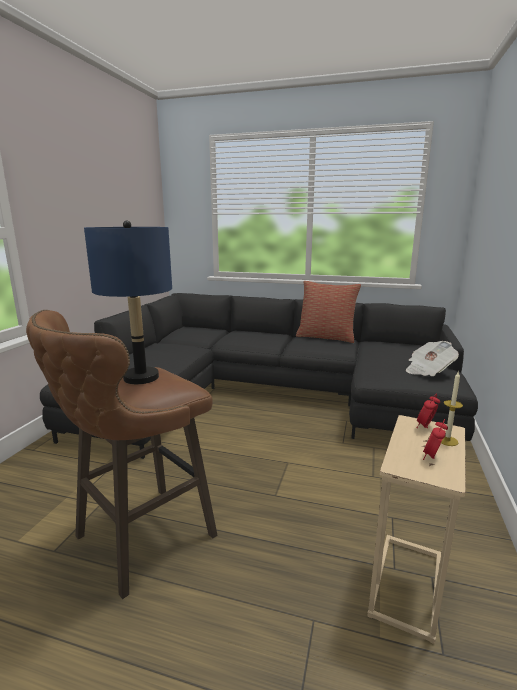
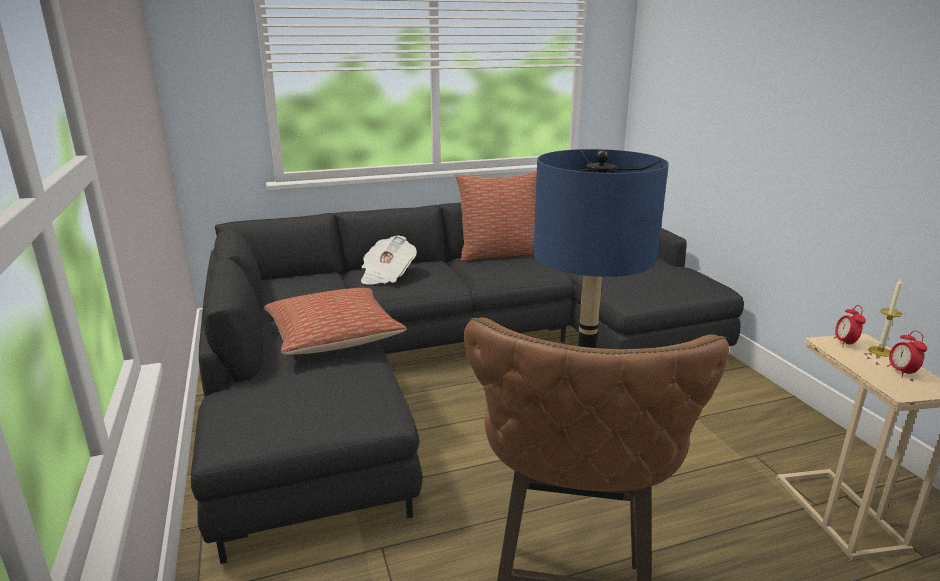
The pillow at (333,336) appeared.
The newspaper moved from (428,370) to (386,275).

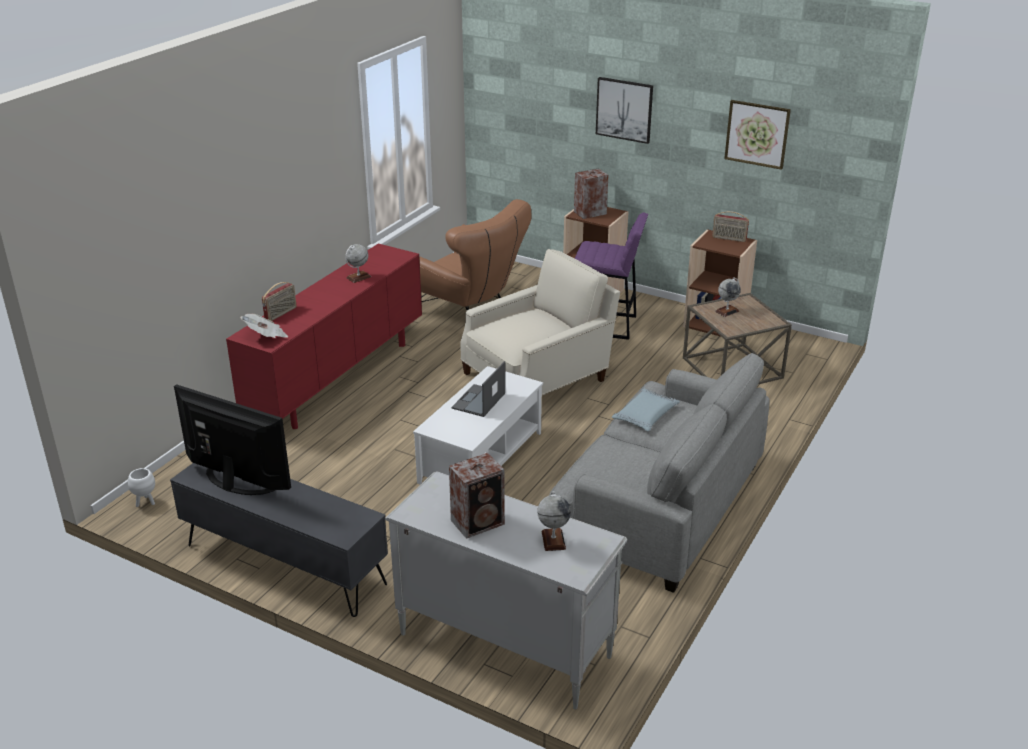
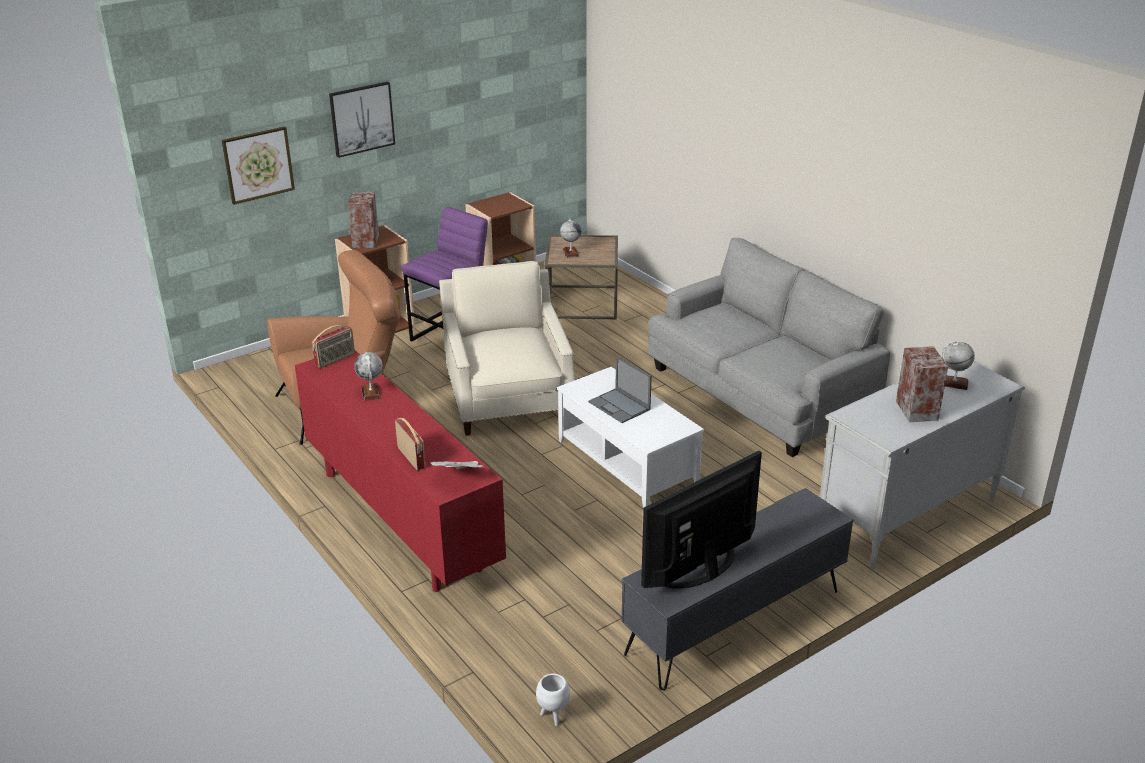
The picture moved from (757,134) to (258,164).
The radio moved from (729,239) to (335,360).
The blue pillow at (645,414) disappeared.

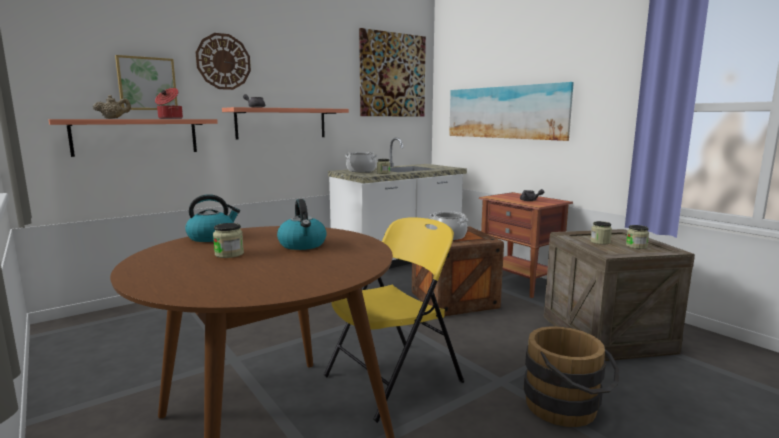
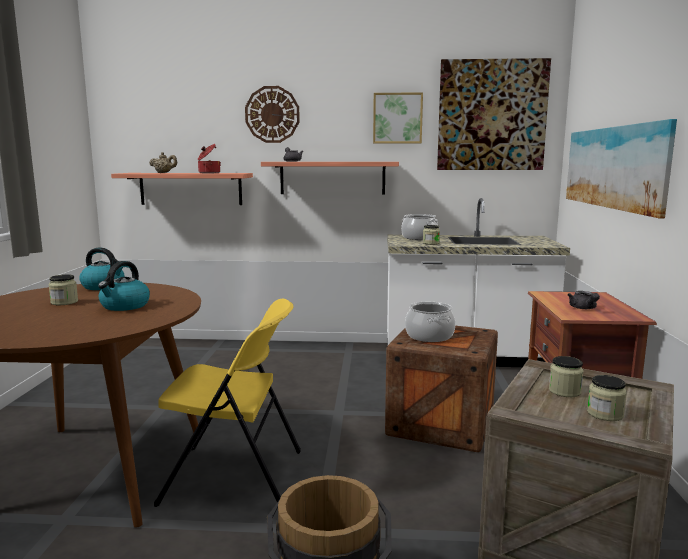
The picture moved from (147,84) to (397,118).

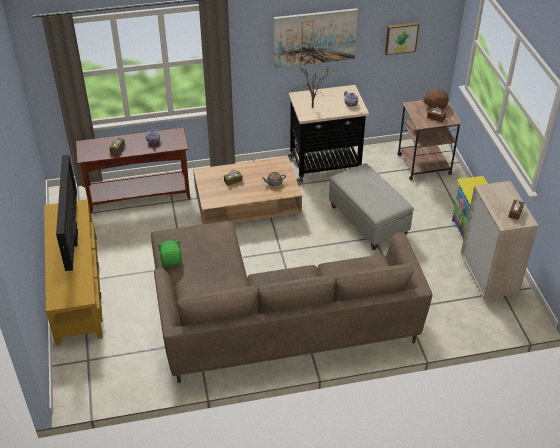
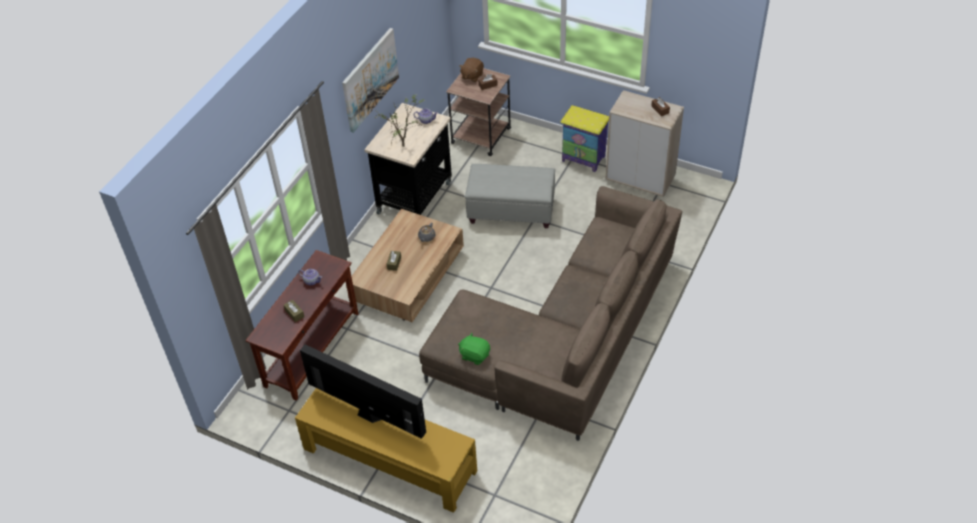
The picture at (401,37) disappeared.

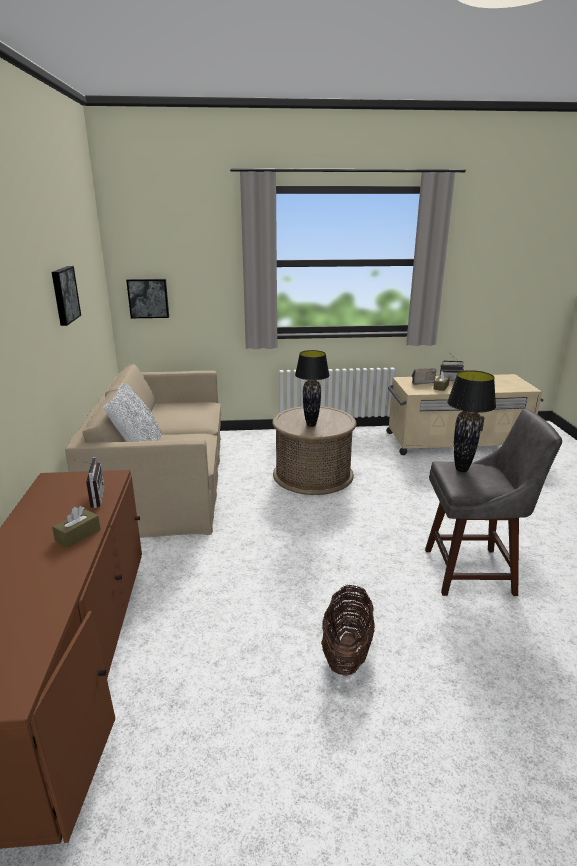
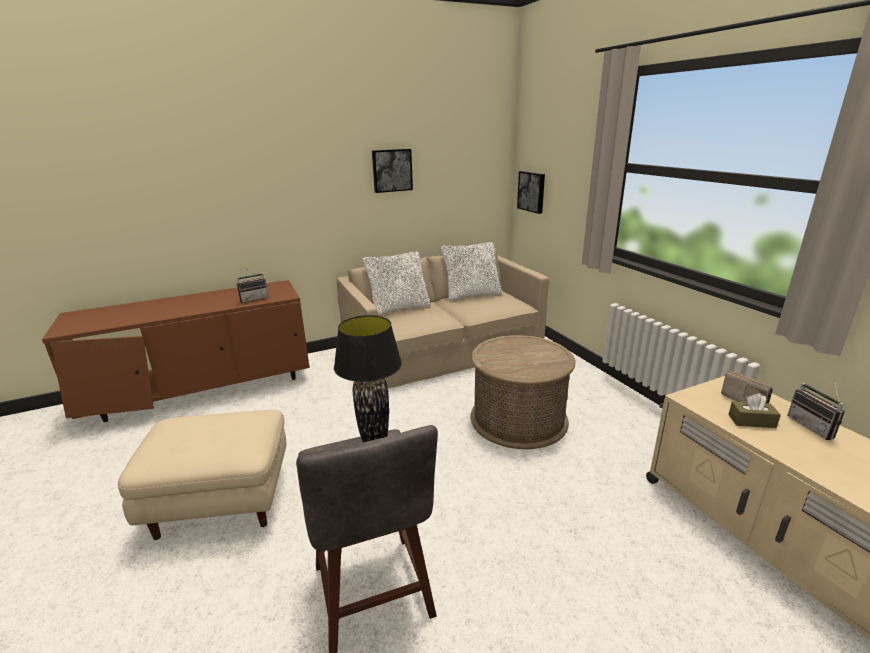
The basket at (346,651) was replaced by the beige ottoman at (223,503).
The white pillow at (471,294) appeared.
The brown tissue box at (78,535) disappeared.
The black table lamp at (311,425) disappeared.

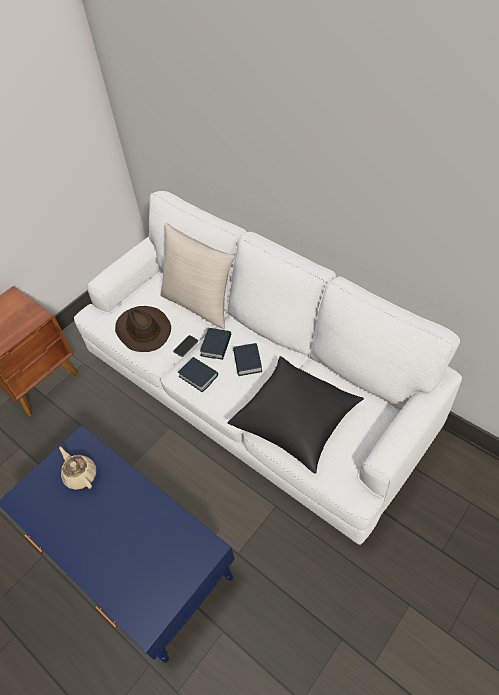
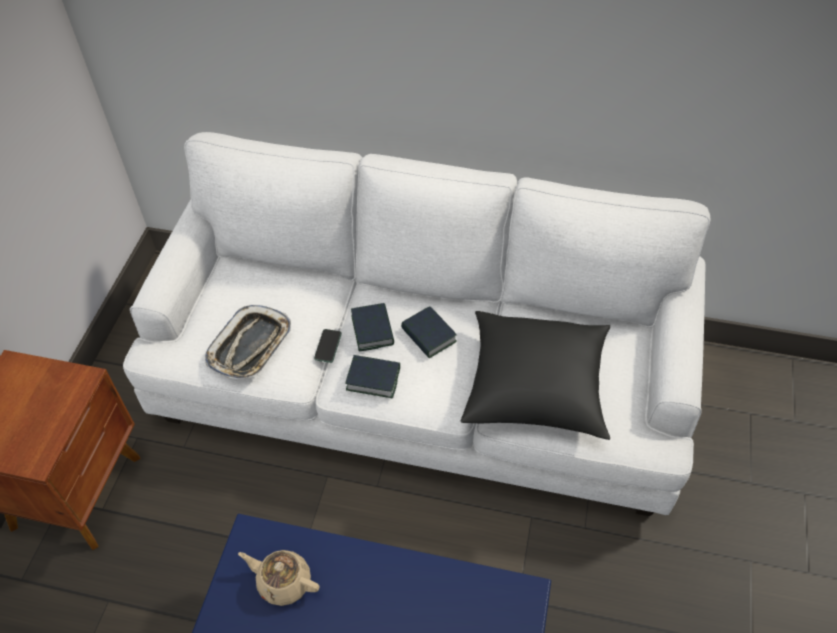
The brown hat at (143,330) was replaced by the tray at (250,346).
The beige pillow at (200,304) disappeared.

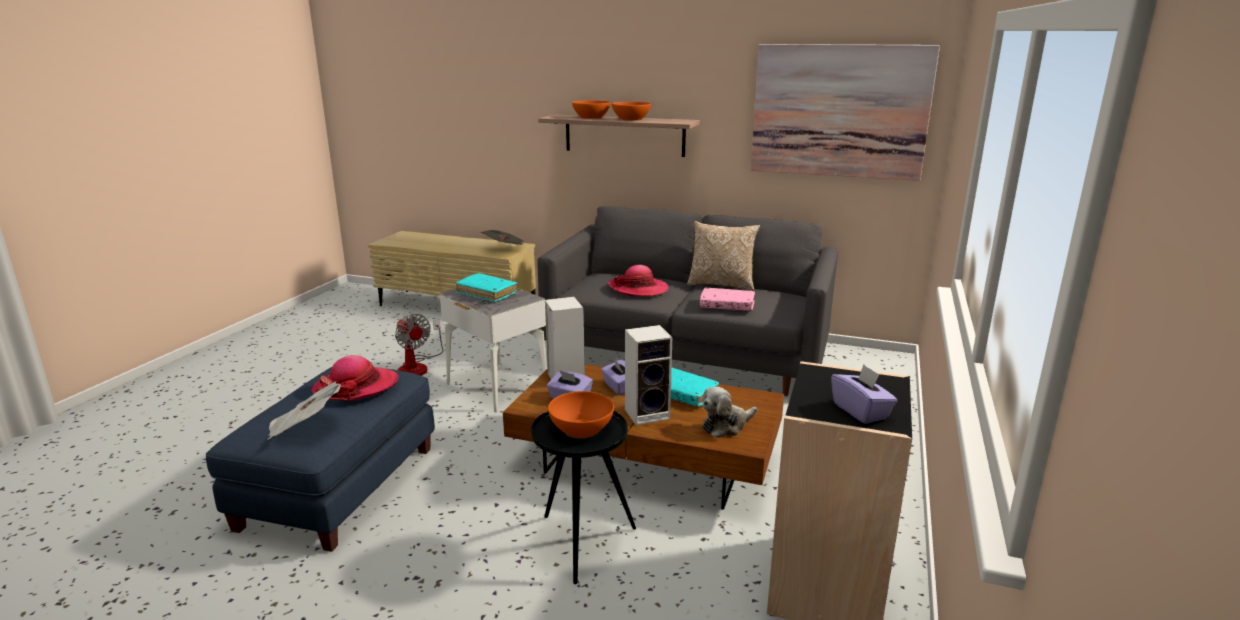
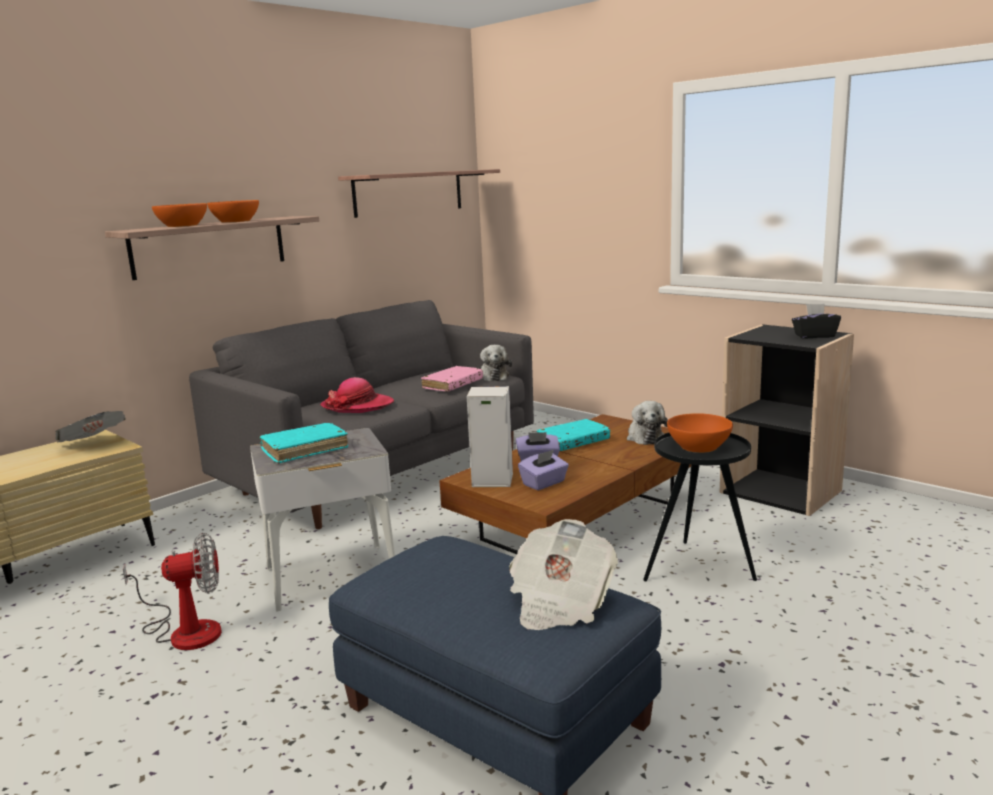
The picture at (839,111) was replaced by the shelf at (409,193).
The plush toy at (493,376) appeared.
The purple tissue box at (860,411) became the black tissue box at (814,336).
The hat at (356,387) disappeared.
The speaker at (648,413) disappeared.
The pillow at (721,284) disappeared.

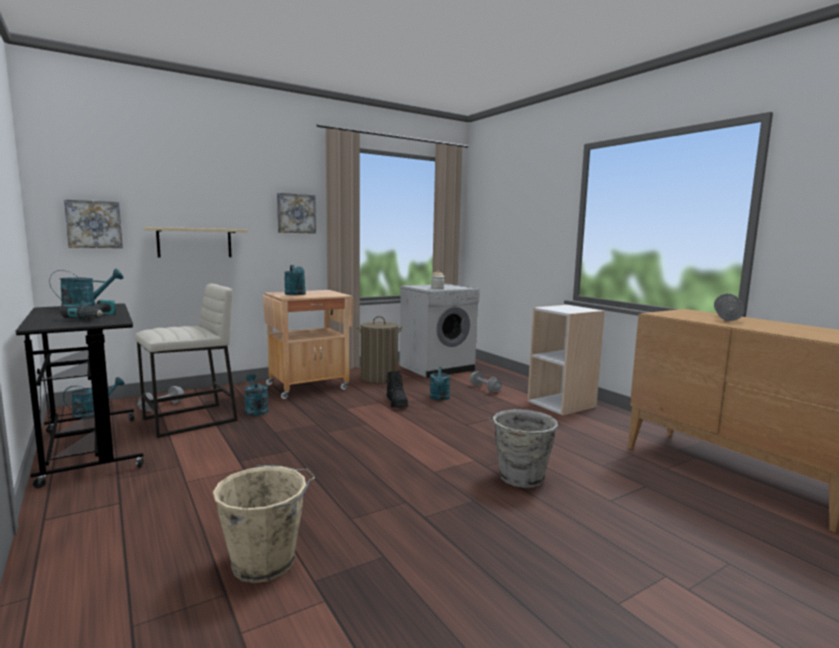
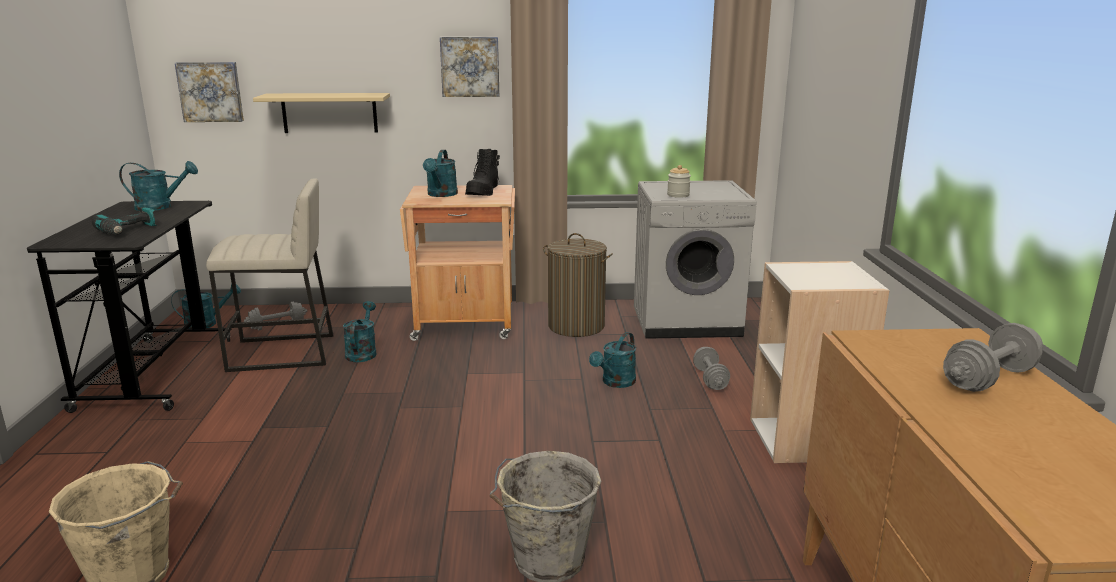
The black boot moved from (397,403) to (483,192).

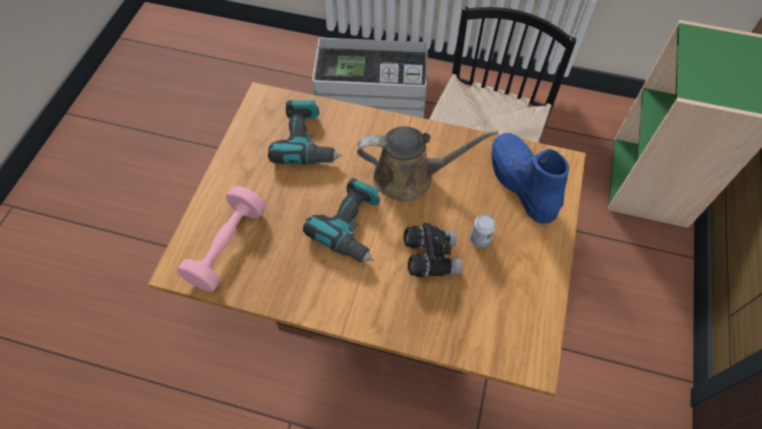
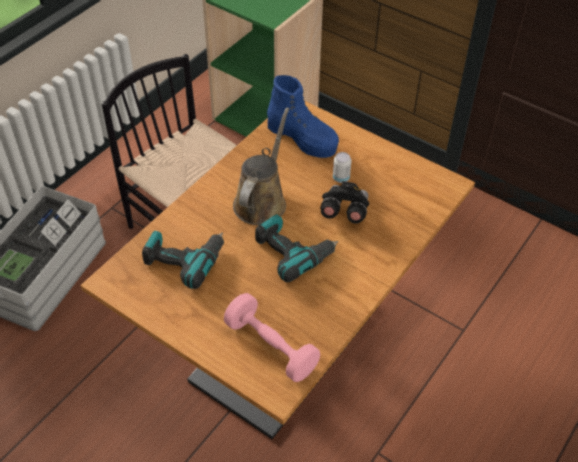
The blue boot at (521,183) turned 135 degrees counterclockwise.

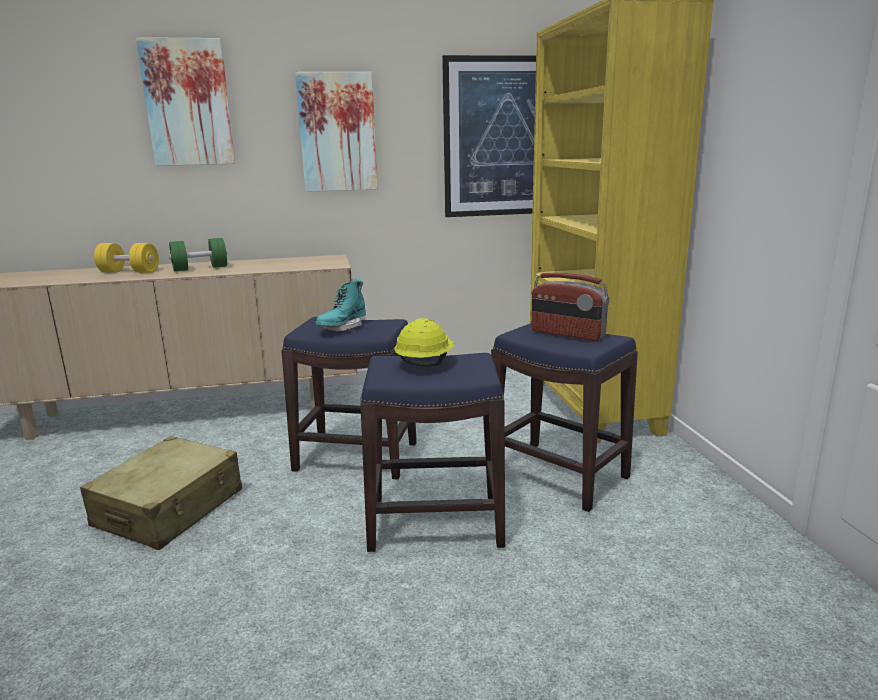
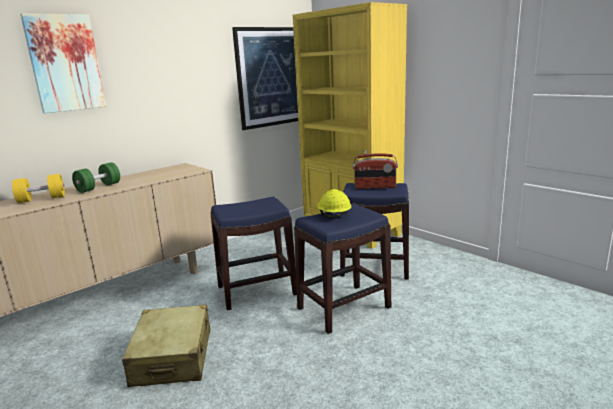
The picture at (337,132) disappeared.
The turquoise boot at (342,328) disappeared.

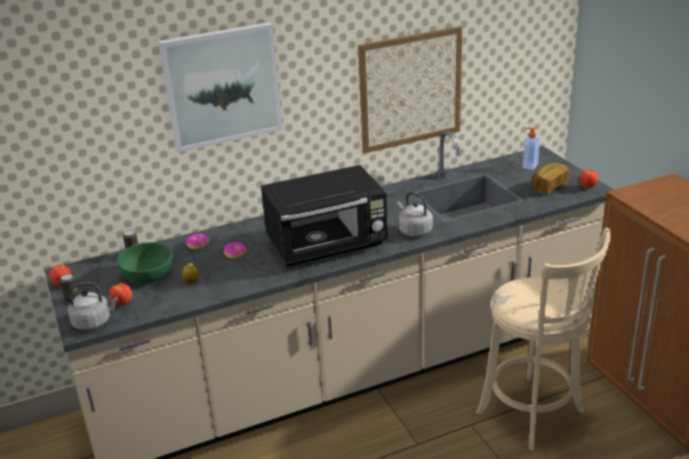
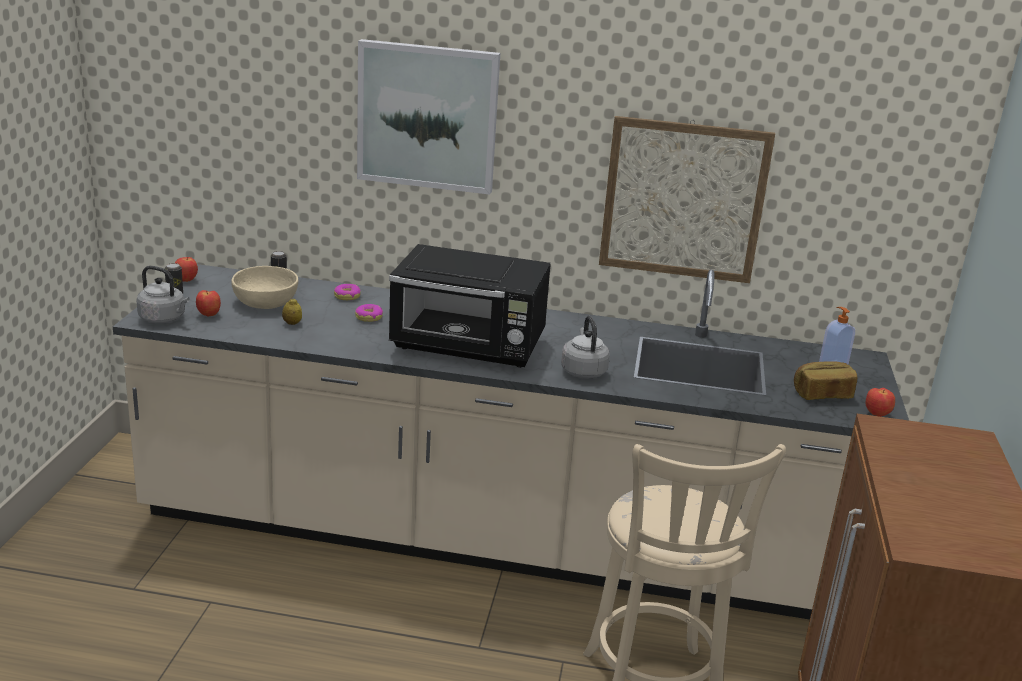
The green bowl at (148,275) became the beige bowl at (266,302).

